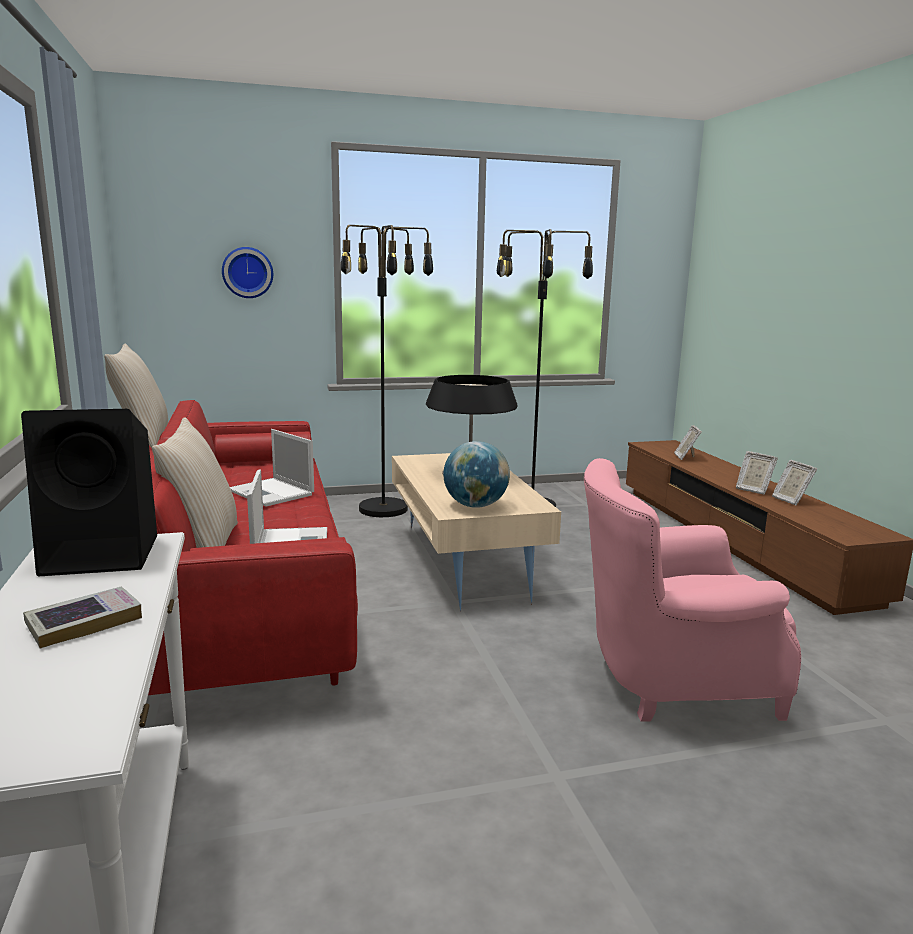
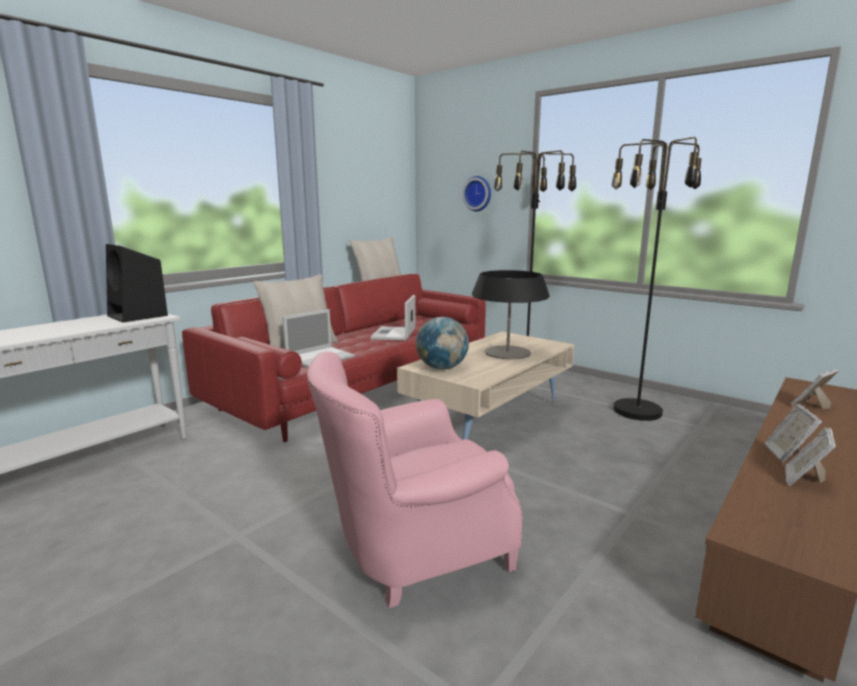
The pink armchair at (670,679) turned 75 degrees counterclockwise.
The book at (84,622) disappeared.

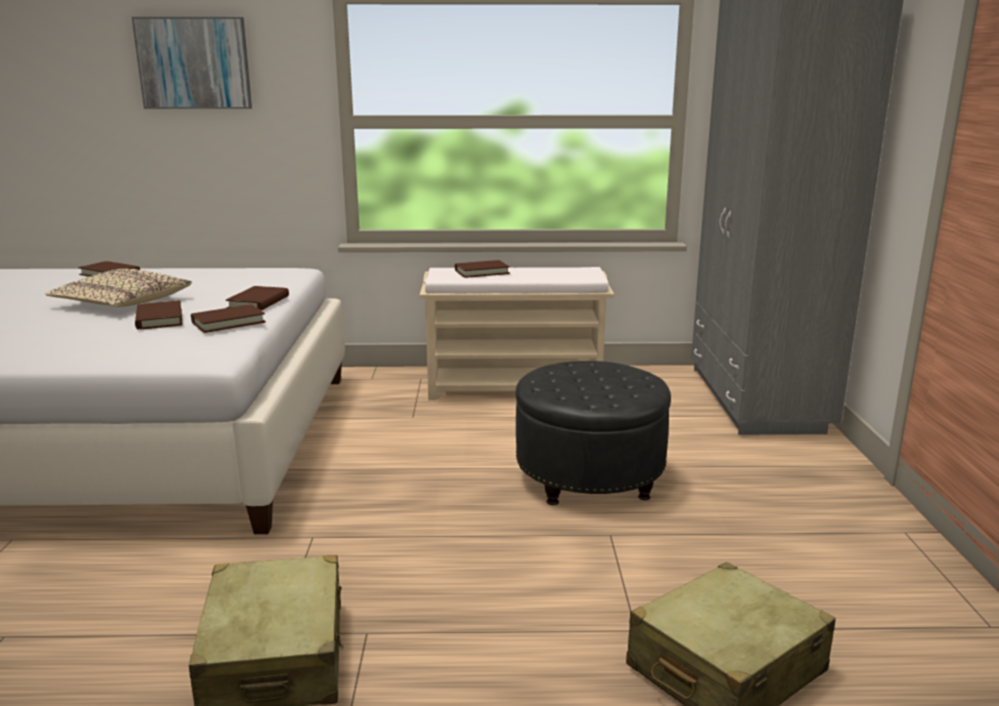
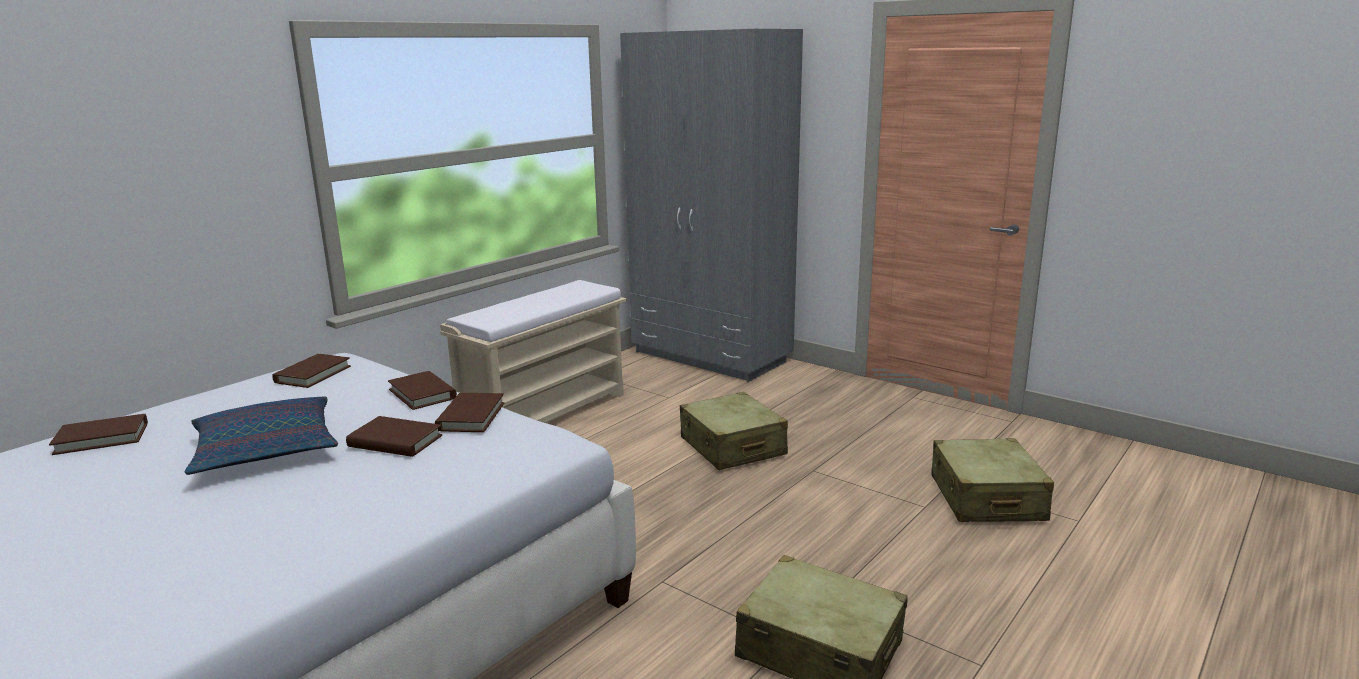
The beige pillow at (122,303) became the blue pillow at (266,452).
The brown book moved from (482,272) to (313,374).
The black ottoman at (589,478) was replaced by the beige suitcase at (732,447).
The picture at (194,63) disappeared.

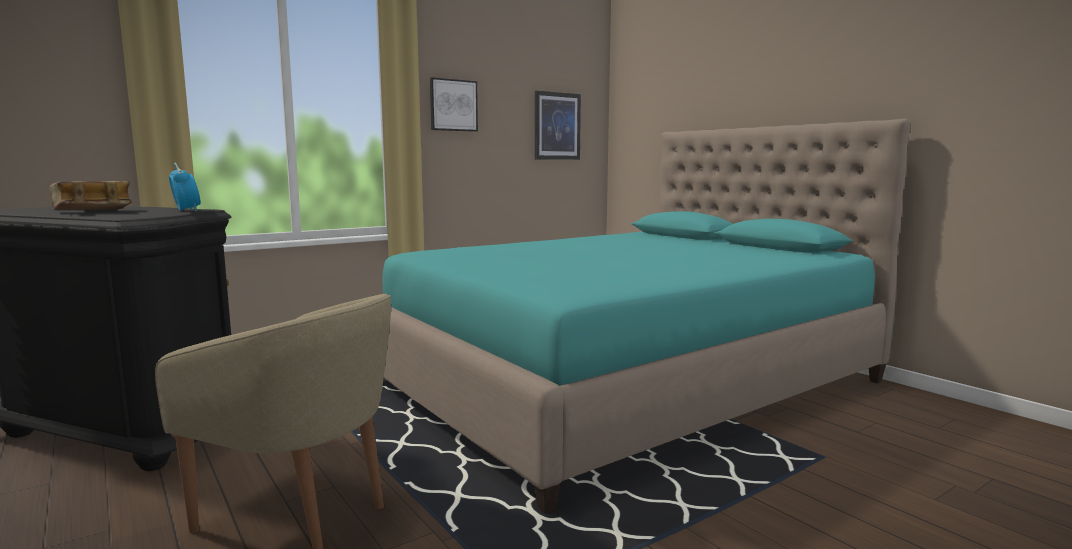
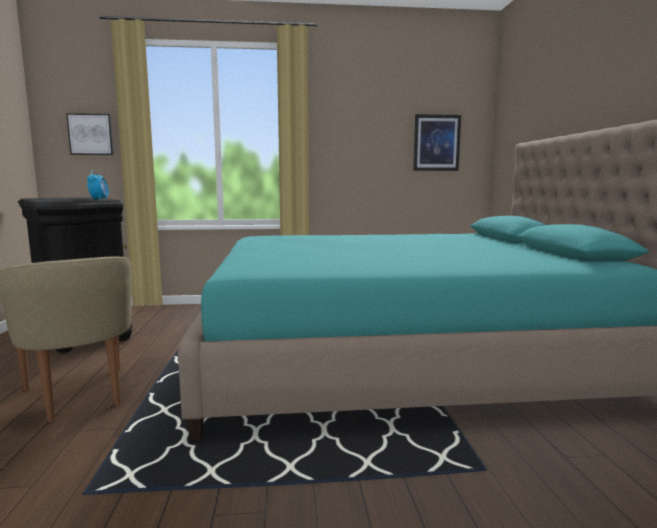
The picture moved from (453,105) to (91,134).
The book at (93,211) disappeared.

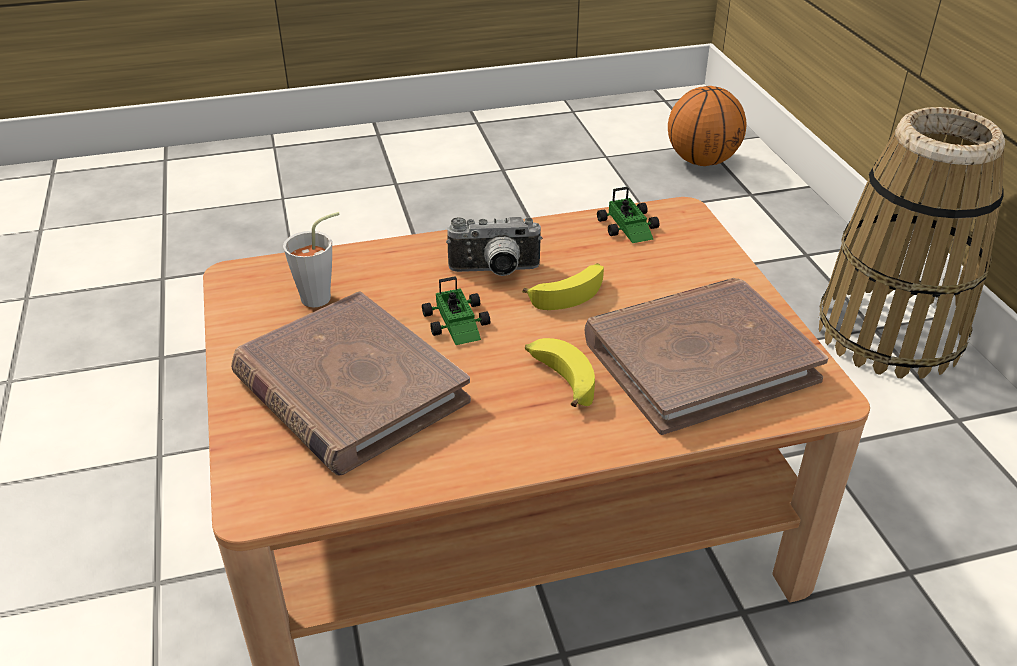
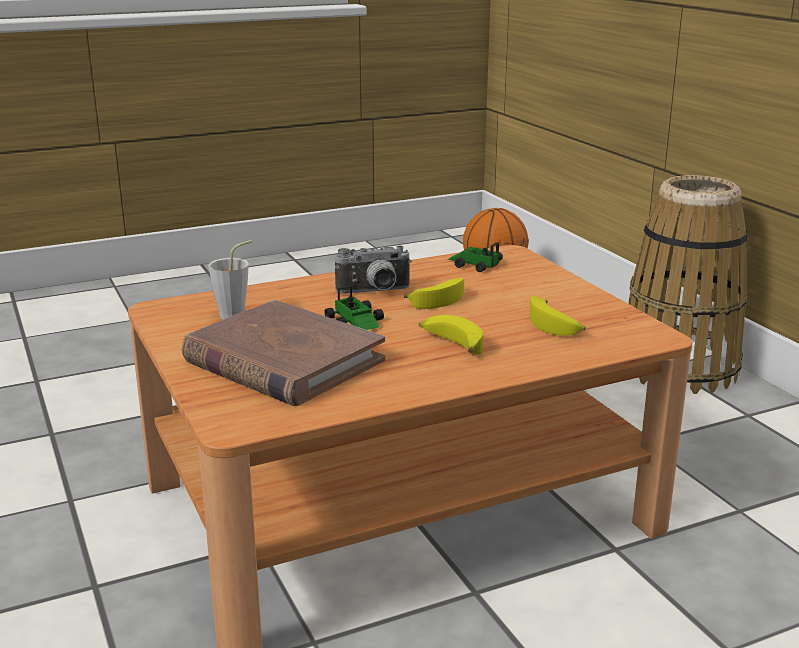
The toy car at (630,227) turned 150 degrees clockwise.
The brown book at (699,359) was replaced by the banana at (555,326).

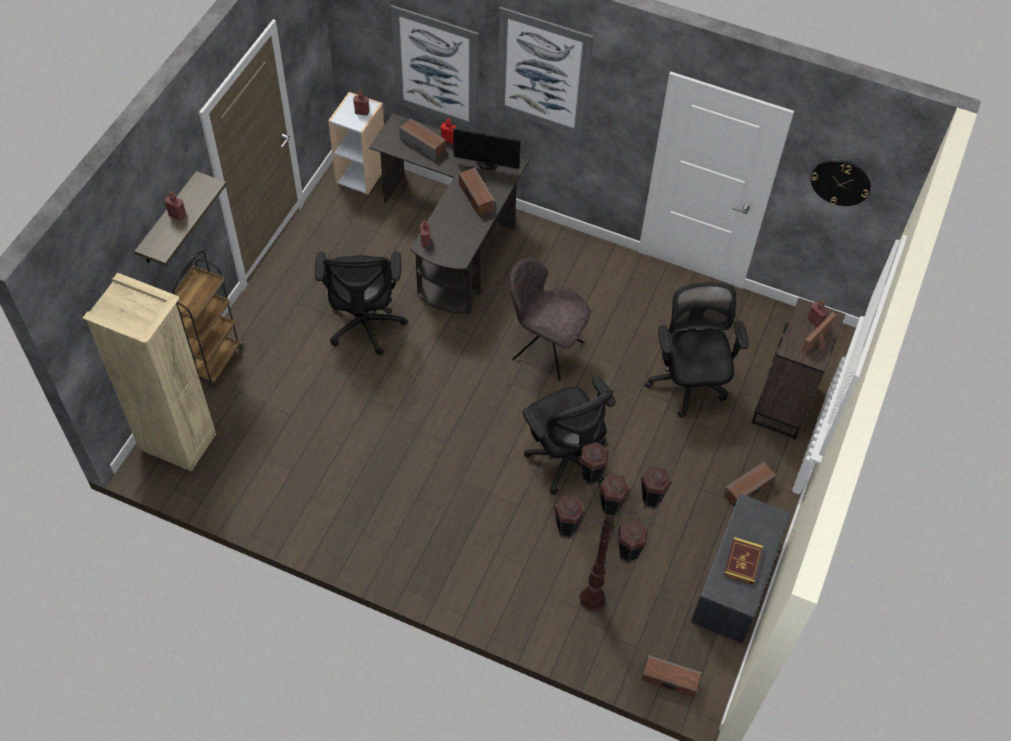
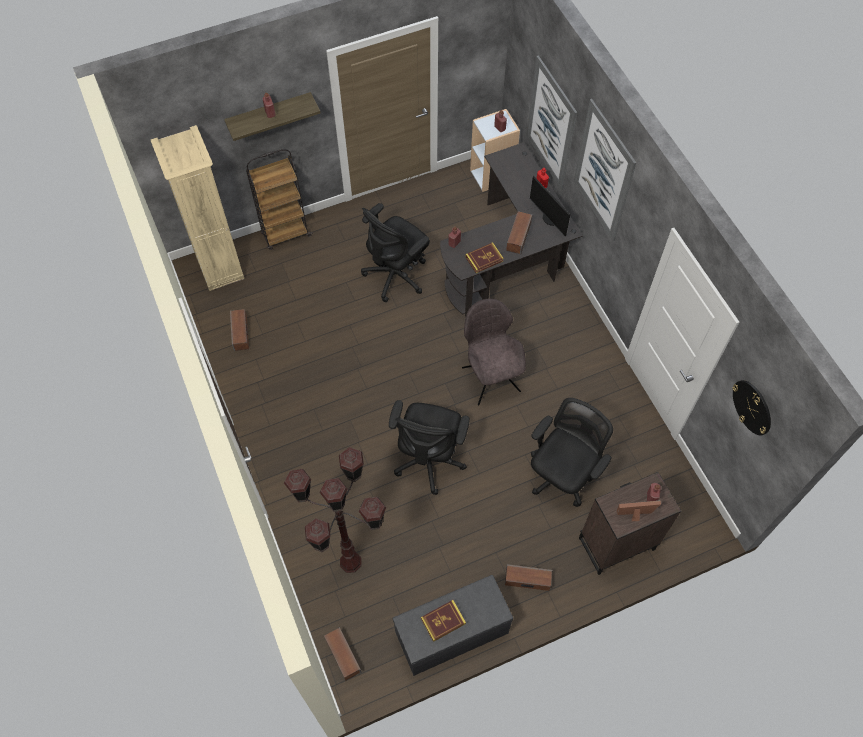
The speaker moved from (423,144) to (240,333).
The book at (484,259) appeared.

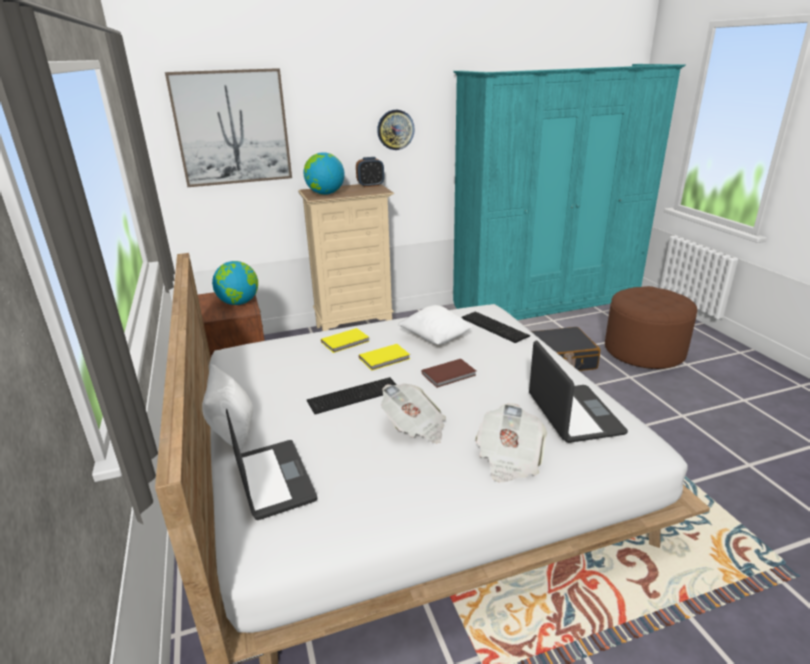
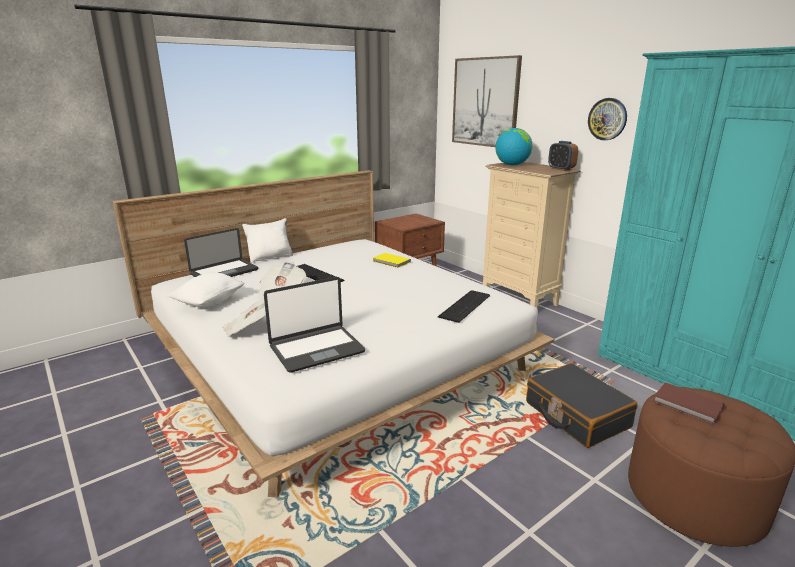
The white pillow moved from (435,338) to (209,302).
The brown book moved from (450,375) to (688,405).
The globe at (239,303) disappeared.
The yellow book at (385,359) disappeared.

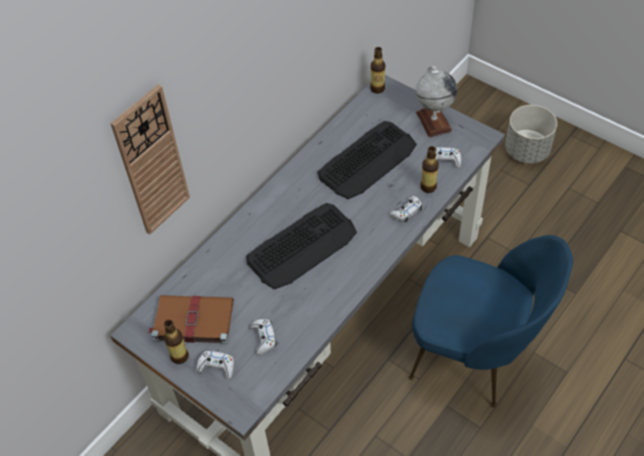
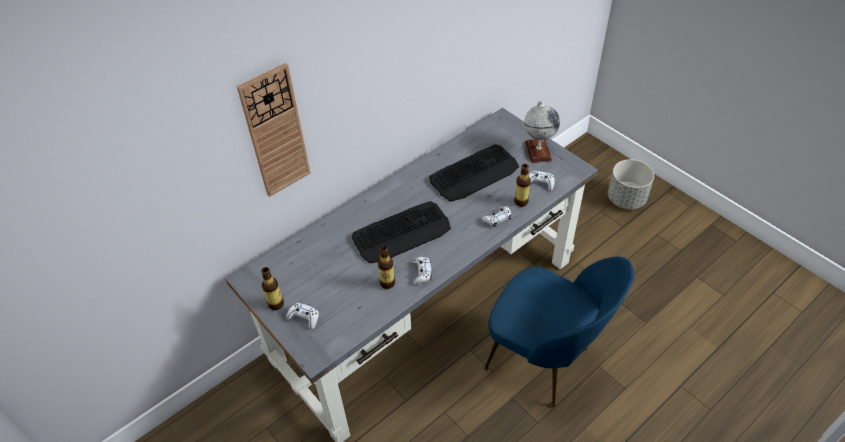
The bottle moved from (377,88) to (387,283).
The white game controller moved from (263,338) to (421,273).
The brown book at (192,320) disappeared.

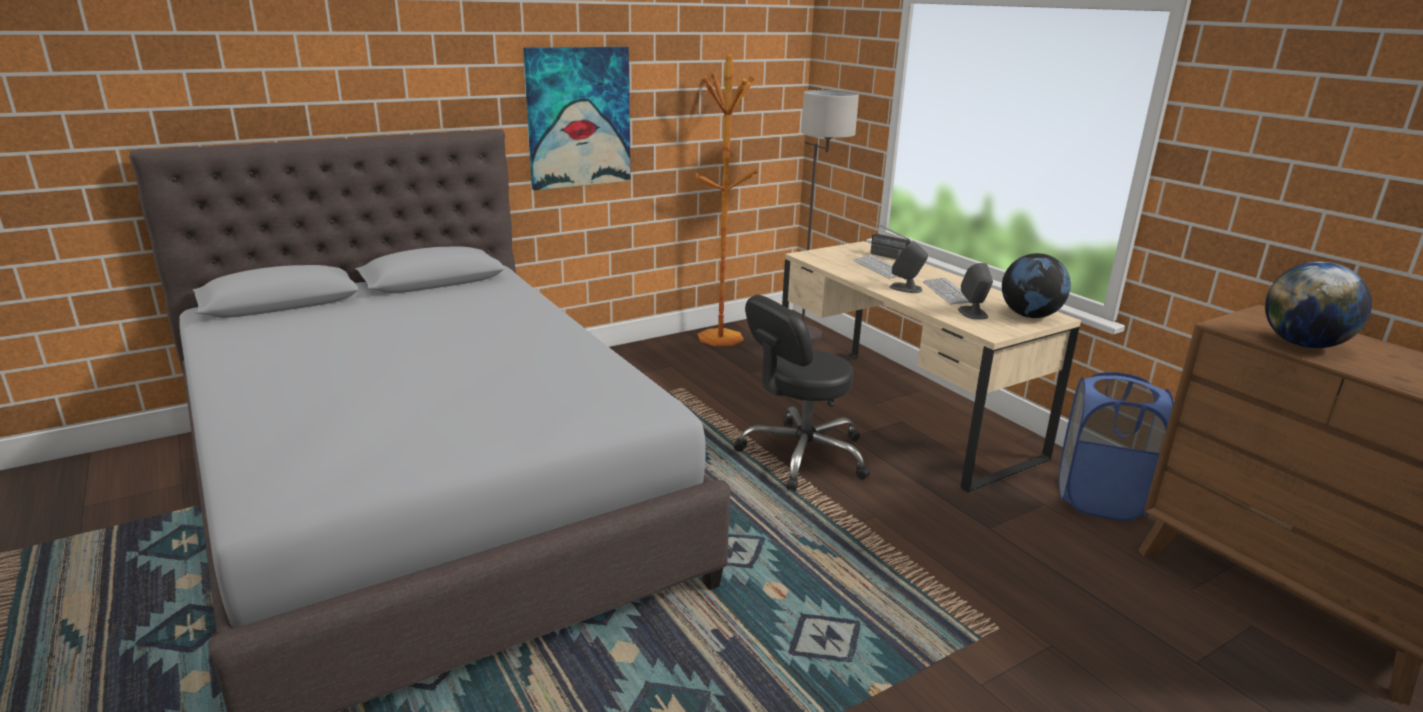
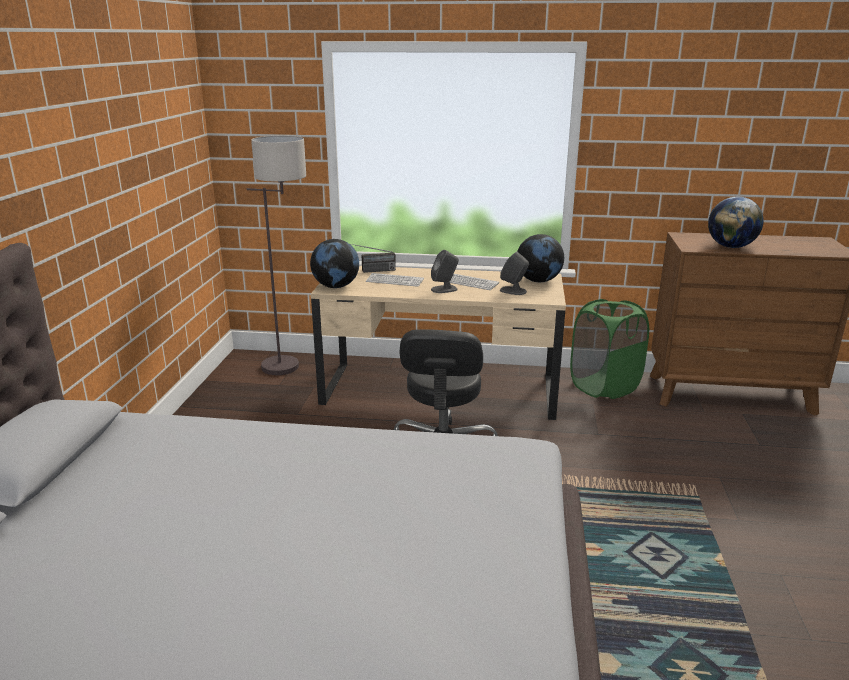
The globe at (336,286) appeared.
The blue laundry basket at (1099,499) became the green laundry basket at (604,386).
The picture at (578,117) disappeared.
The orange clothes rack at (720,337) disappeared.

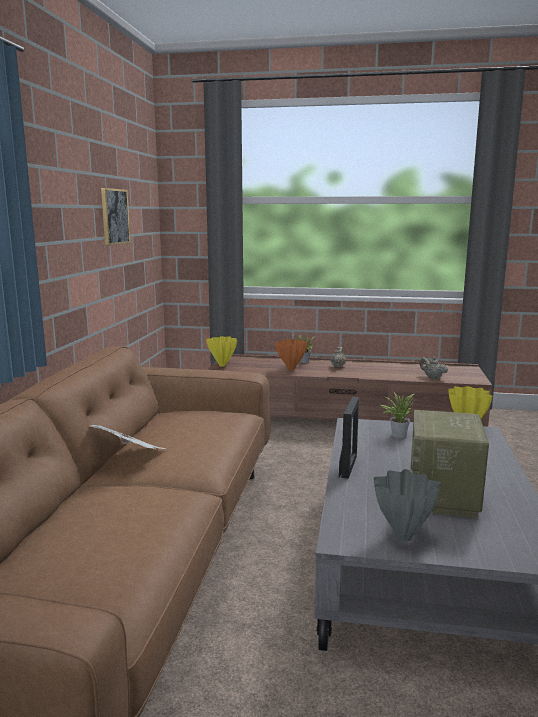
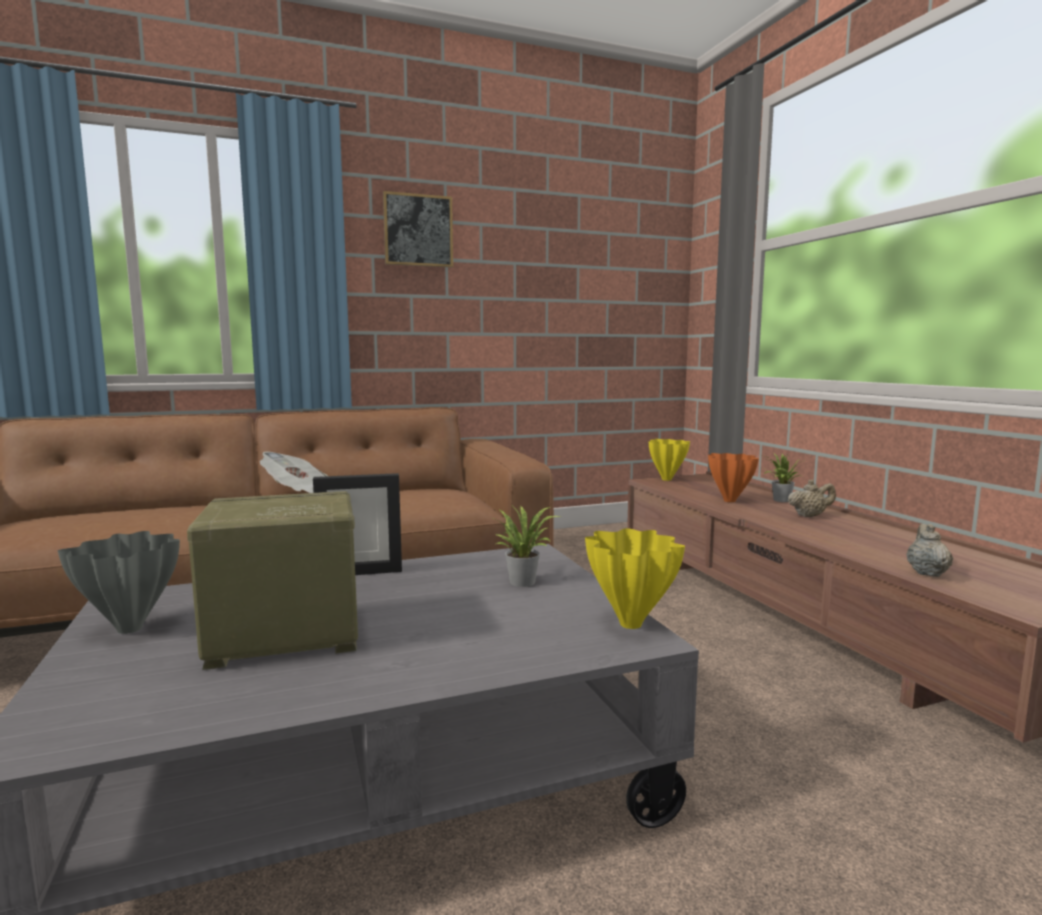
The picture moved from (114,216) to (418,230).

